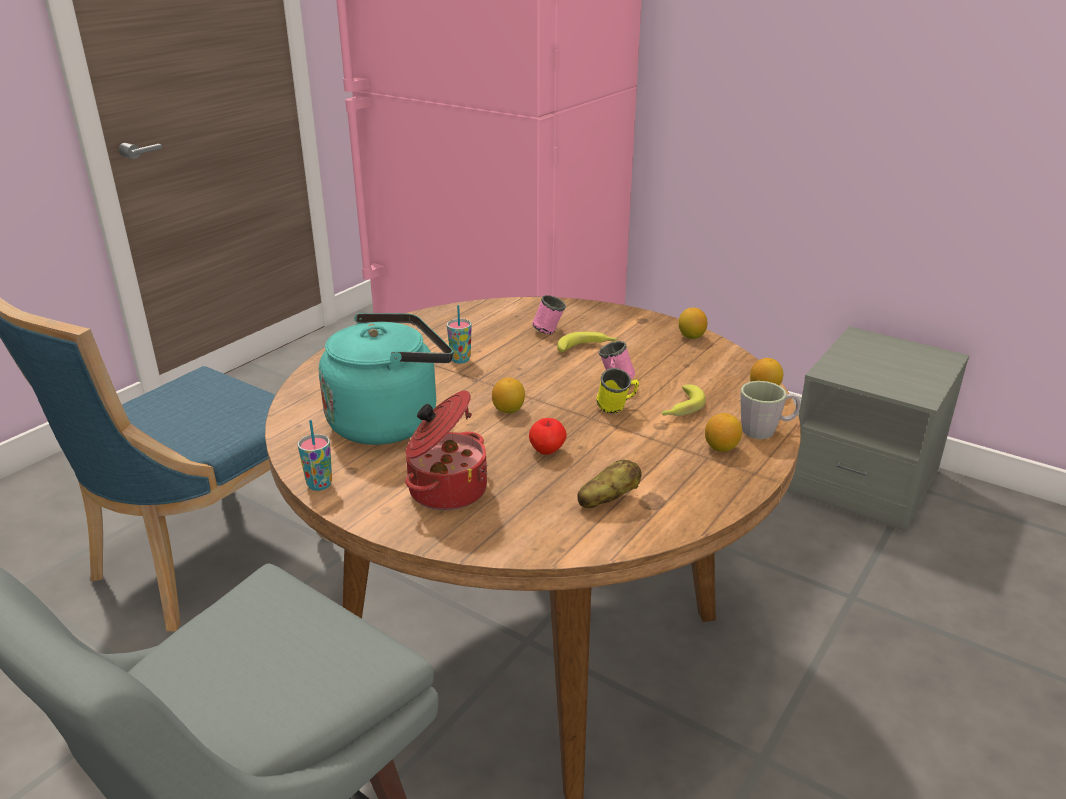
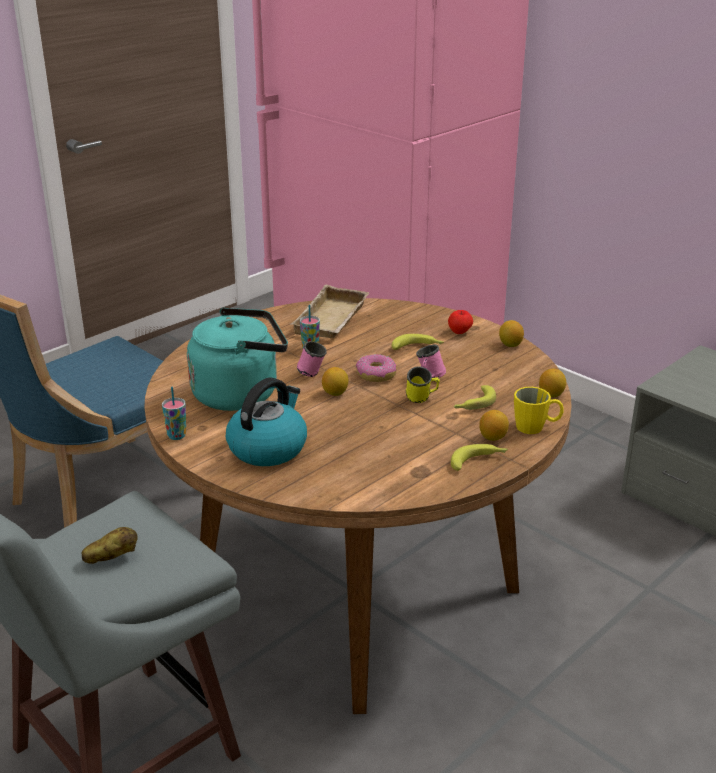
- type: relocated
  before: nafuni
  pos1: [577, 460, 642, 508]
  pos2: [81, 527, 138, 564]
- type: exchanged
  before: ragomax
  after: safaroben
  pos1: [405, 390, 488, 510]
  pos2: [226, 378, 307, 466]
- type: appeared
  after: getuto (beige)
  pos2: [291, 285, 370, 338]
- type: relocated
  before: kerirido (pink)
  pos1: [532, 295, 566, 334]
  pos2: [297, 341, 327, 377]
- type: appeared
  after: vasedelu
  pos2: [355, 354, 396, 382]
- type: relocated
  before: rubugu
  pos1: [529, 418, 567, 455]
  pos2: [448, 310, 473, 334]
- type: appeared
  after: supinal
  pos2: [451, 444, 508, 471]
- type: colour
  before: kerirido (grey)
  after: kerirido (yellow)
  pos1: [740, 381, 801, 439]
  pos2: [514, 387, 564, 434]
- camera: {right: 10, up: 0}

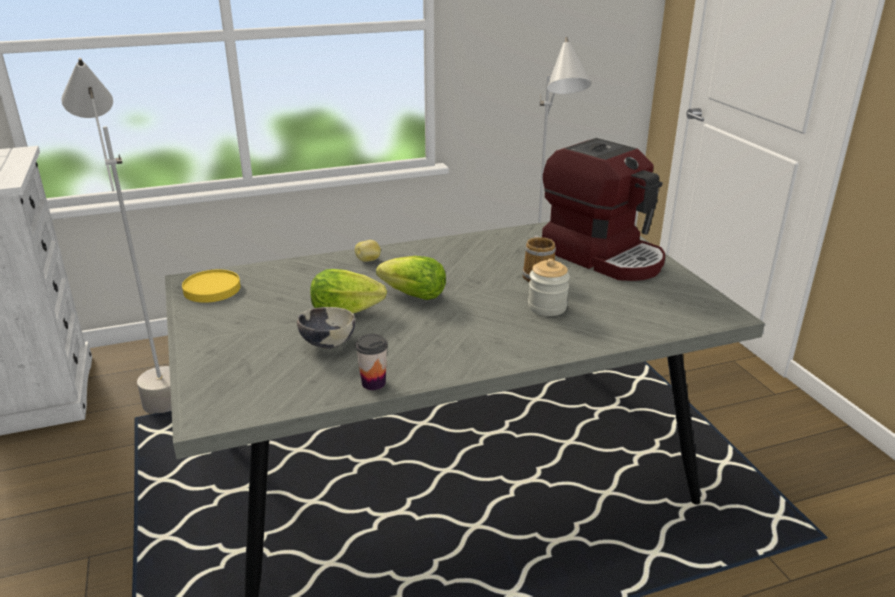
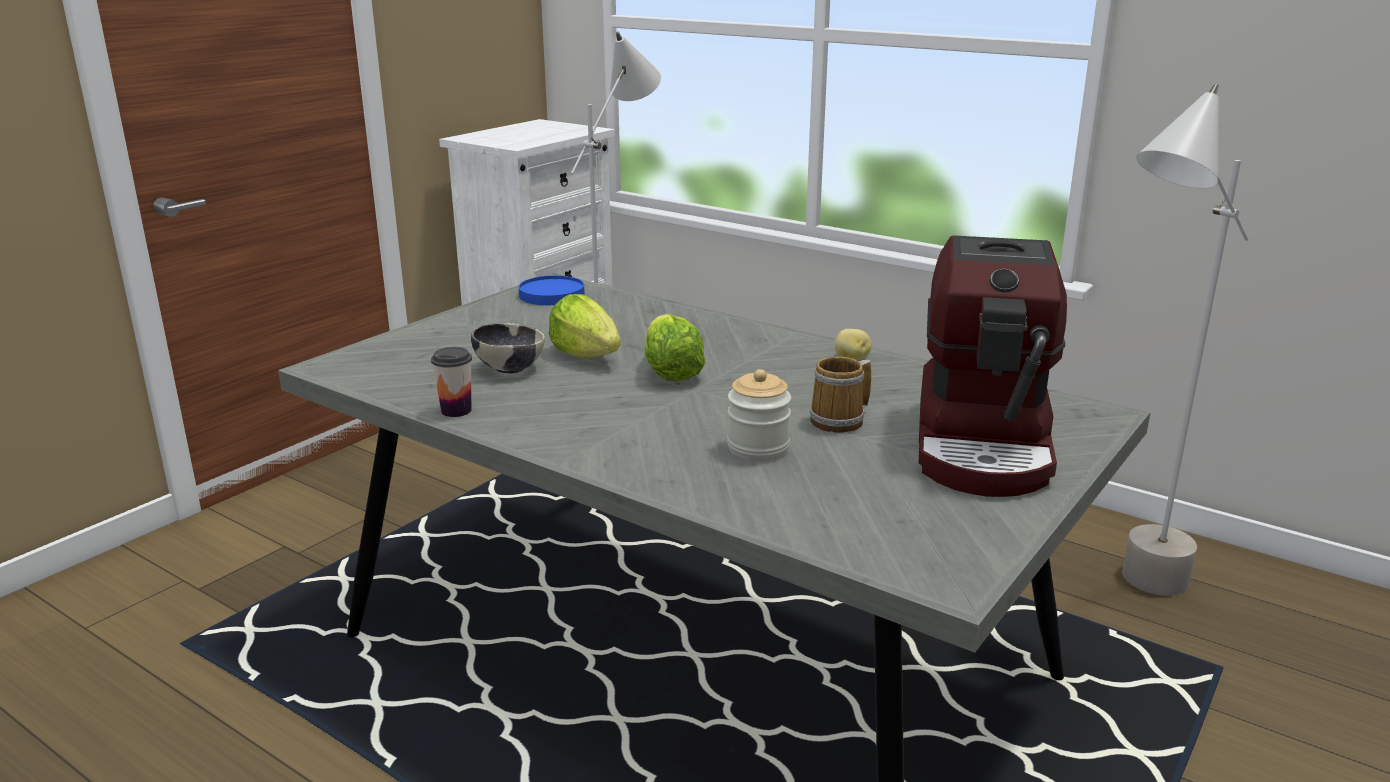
- type: colour
  before: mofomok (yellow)
  after: mofomok (blue)
  pos1: [182, 270, 241, 303]
  pos2: [518, 276, 585, 305]
- type: relocated
  before: nafuni
  pos1: [355, 240, 381, 262]
  pos2: [835, 329, 872, 361]
- camera: {right: 55, up: -5}

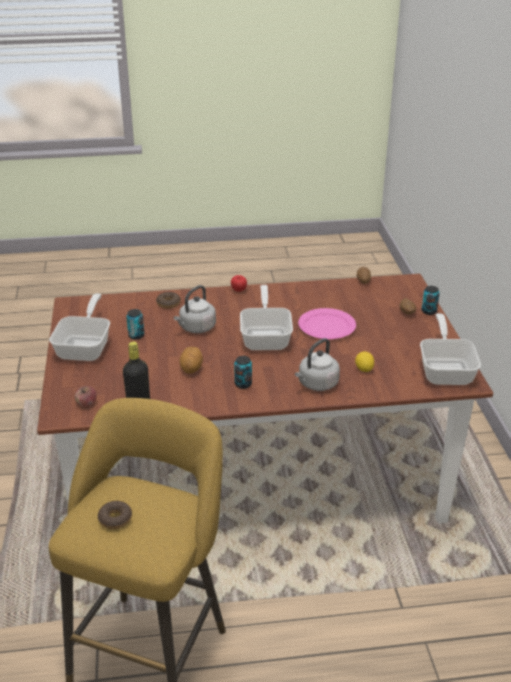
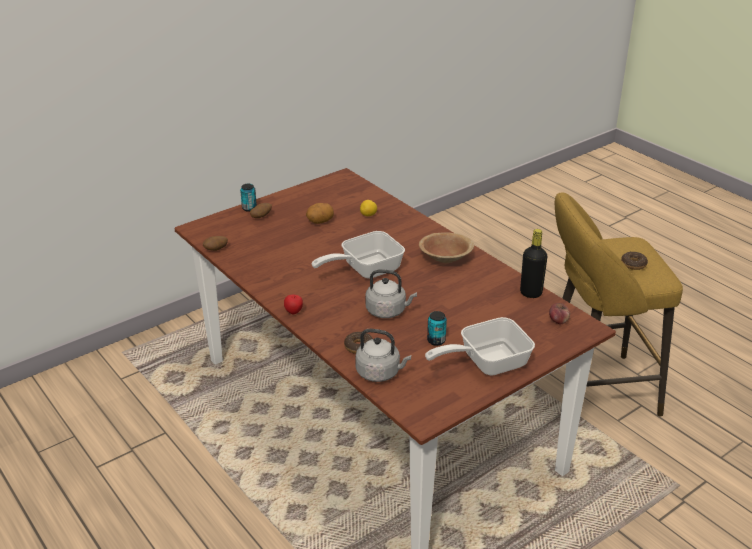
- type: relocated
  before: nafuni
  pos1: [179, 347, 203, 374]
  pos2: [306, 203, 334, 224]
- type: relocated
  before: safaroben (grey)
  pos1: [295, 338, 340, 391]
  pos2: [355, 329, 411, 382]
- type: exchanged
  before: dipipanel
  after: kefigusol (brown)
  pos1: [234, 356, 252, 389]
  pos2: [419, 232, 474, 263]
- type: missing
  before: mofomok (pink)
  pos1: [298, 308, 356, 339]
- type: missing
  before: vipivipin
  pos1: [420, 313, 481, 385]
- camera: {right: -120, up: 0}

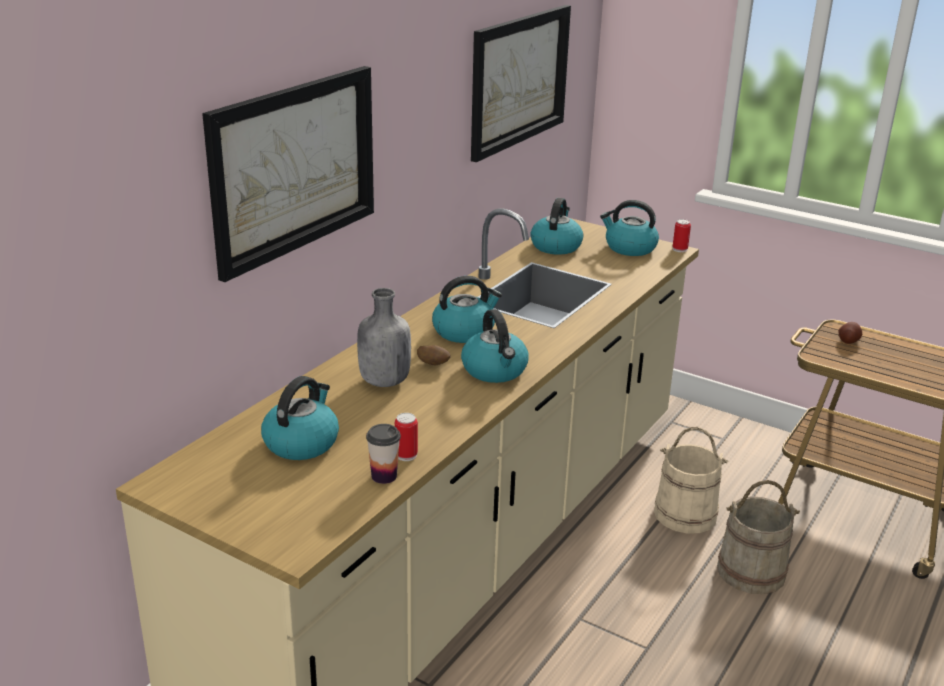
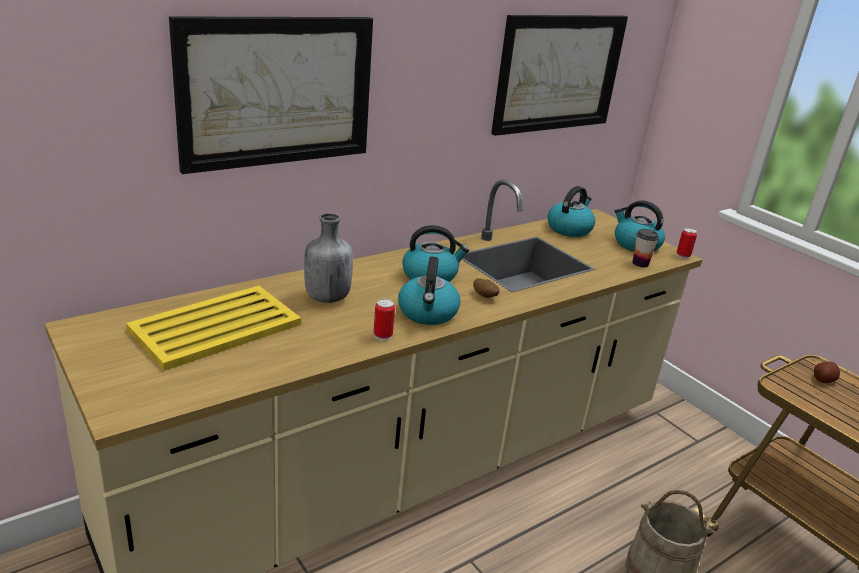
- type: exchanged
  before: safaroben
  after: getuto (yellow)
  pos1: [261, 376, 339, 460]
  pos2: [126, 286, 301, 371]
- type: relocated
  before: dipipanel
  pos1: [395, 413, 418, 461]
  pos2: [374, 299, 395, 341]
- type: relocated
  before: nafuni
  pos1: [417, 345, 451, 365]
  pos2: [473, 278, 500, 298]
- type: relocated
  before: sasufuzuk
  pos1: [366, 424, 401, 484]
  pos2: [632, 229, 659, 267]
- type: missing
  before: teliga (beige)
  pos1: [654, 427, 728, 534]
- camera: {right: 20, up: 0}

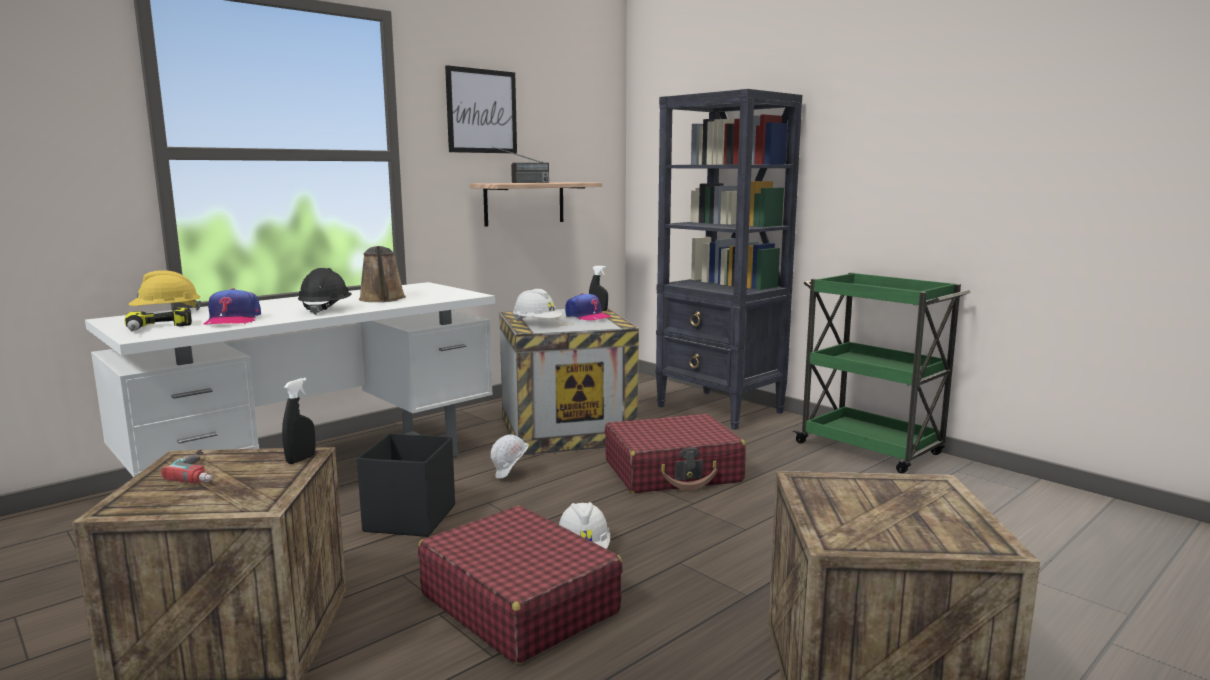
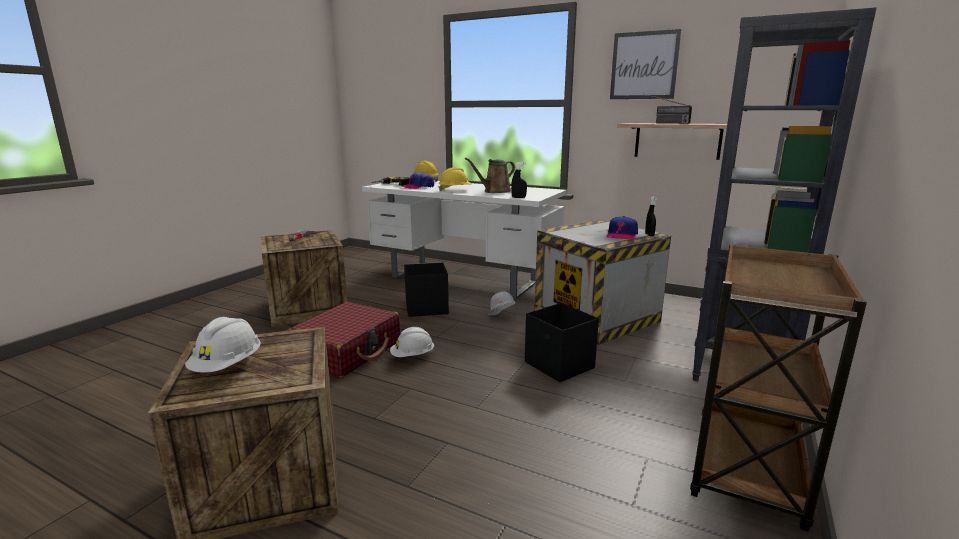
- type: relocated
  before: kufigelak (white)
  pos1: [513, 289, 562, 322]
  pos2: [185, 317, 261, 373]
- type: colour
  before: kufigelak (black)
  after: kufigelak (yellow)
  pos1: [298, 268, 352, 315]
  pos2: [438, 167, 471, 191]
- type: relocated
  before: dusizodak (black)
  pos1: [282, 378, 316, 464]
  pos2: [511, 162, 527, 198]
- type: exchanged
  before: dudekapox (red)
  after: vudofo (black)
  pos1: [605, 414, 746, 493]
  pos2: [525, 303, 599, 382]
- type: colour
  before: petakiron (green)
  after: petakiron (brown)
  pos1: [793, 273, 971, 474]
  pos2: [690, 243, 867, 532]
- camera: {right: 70, up: 5}

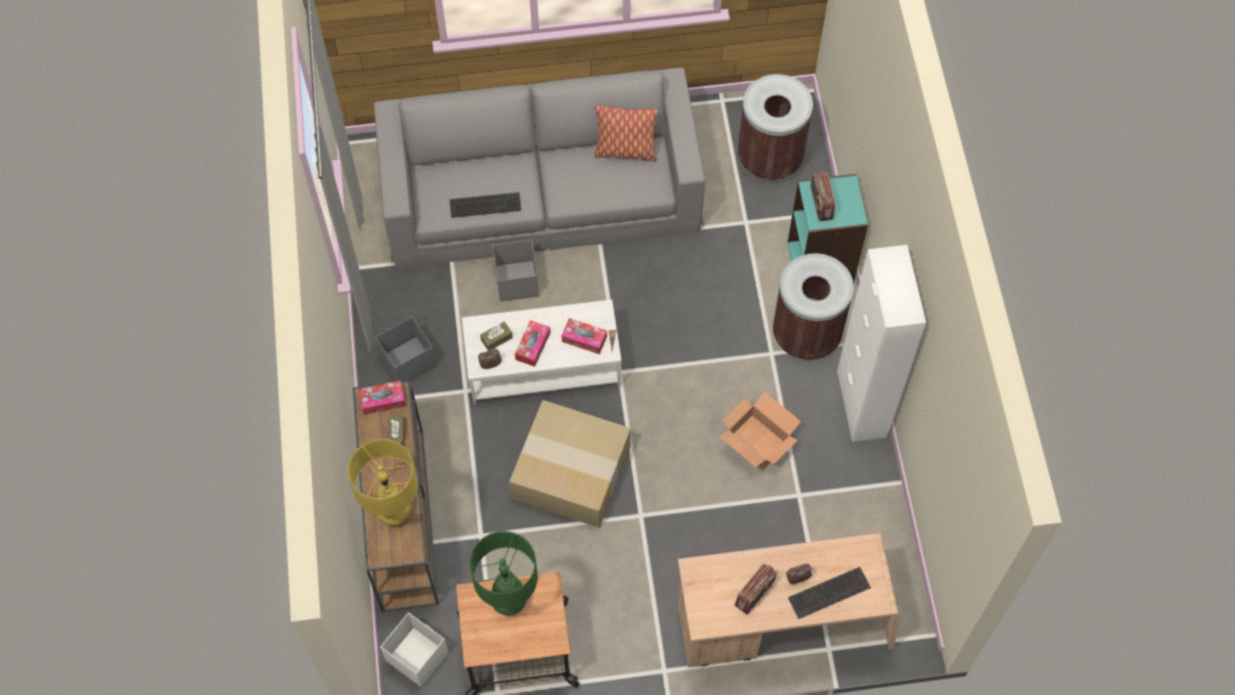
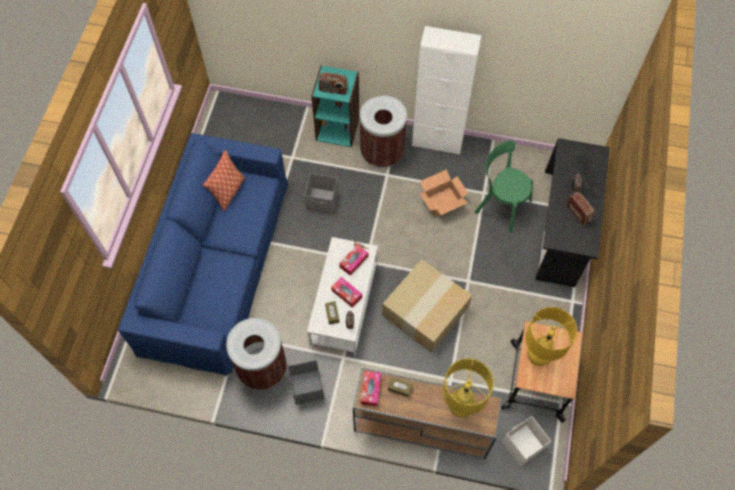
- type: colour
  before: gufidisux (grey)
  after: gufidisux (blue)
  pos1: [374, 68, 705, 268]
  pos2: [118, 133, 288, 376]
- type: relocated
  before: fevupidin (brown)
  pos1: [738, 74, 813, 181]
  pos2: [226, 318, 287, 390]
- type: relocated
  before: vudofo (grey)
  pos1: [492, 239, 539, 302]
  pos2: [304, 173, 338, 214]
- type: appeared
  after: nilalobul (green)
  pos2: [474, 140, 533, 233]
- type: colour
  before: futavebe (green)
  after: futavebe (yellow)
  pos1: [470, 531, 538, 615]
  pos2: [525, 307, 577, 366]
- type: colour
  before: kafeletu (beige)
  after: kafeletu (black)
  pos1: [678, 533, 899, 667]
  pos2: [535, 138, 610, 287]
- type: missing
  before: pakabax
  pos1: [450, 192, 521, 218]
- camera: {right: -70, up: 0}

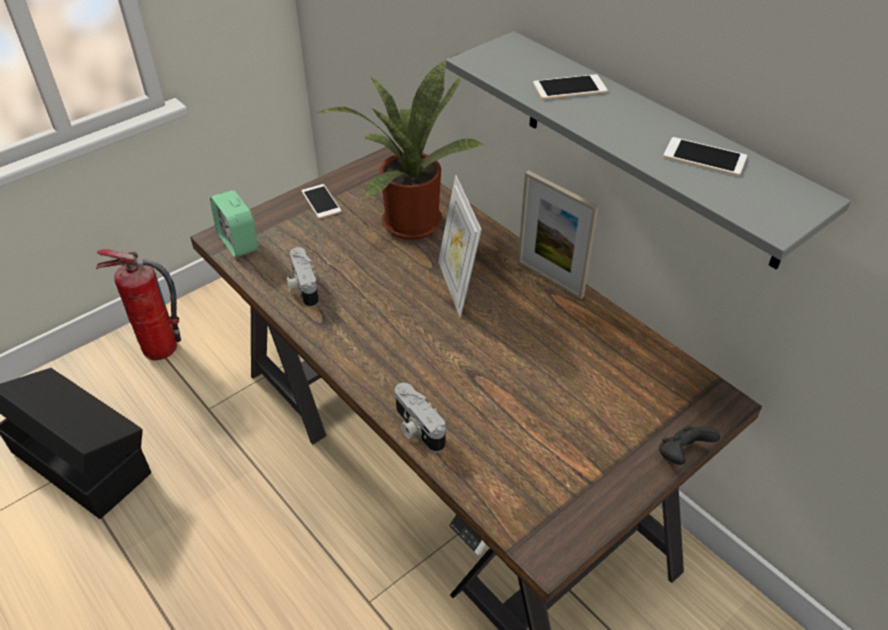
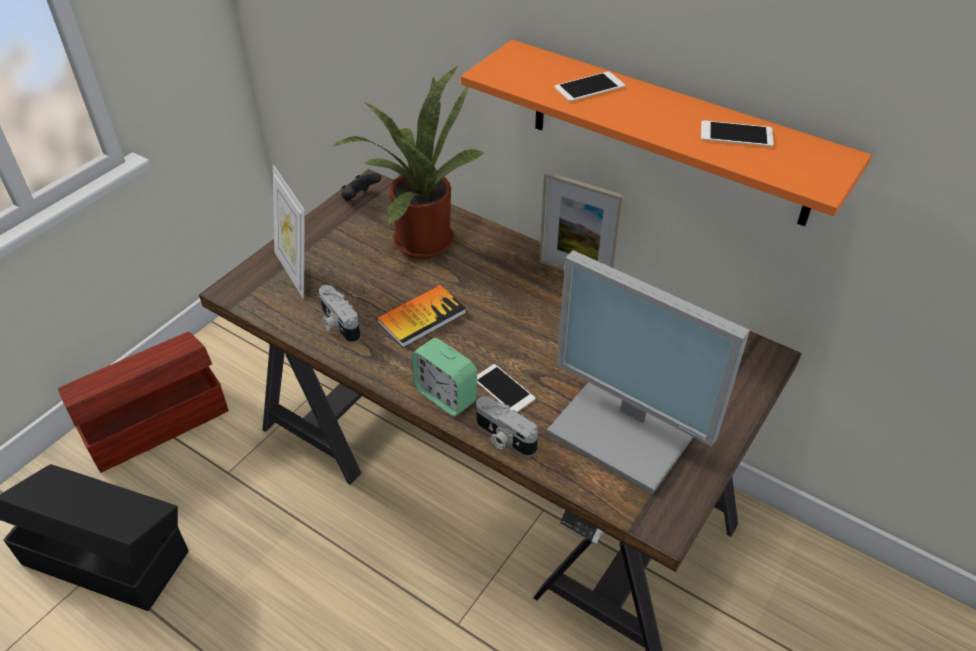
- type: exchanged
  before: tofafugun
  after: vudofo (brown)
  pos1: [96, 249, 181, 361]
  pos2: [58, 332, 229, 473]
- type: relocated
  before: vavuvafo
  pos1: [438, 175, 482, 318]
  pos2: [273, 165, 305, 299]
- type: relocated
  before: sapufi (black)
  pos1: [659, 426, 720, 465]
  pos2: [341, 173, 381, 201]
- type: appeared
  after: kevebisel
  pos2: [377, 285, 466, 348]
- type: relocated
  before: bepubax
  pos1: [210, 190, 258, 258]
  pos2: [412, 338, 477, 416]
- type: colour
  before: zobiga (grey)
  after: zobiga (orange)
  pos1: [446, 31, 851, 269]
  pos2: [461, 40, 872, 226]
- type: relocated
  before: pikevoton
  pos1: [302, 184, 341, 219]
  pos2: [477, 364, 535, 412]
- type: appeared
  after: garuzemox
  pos2: [547, 250, 750, 494]
- camera: {right: -15, up: 0}

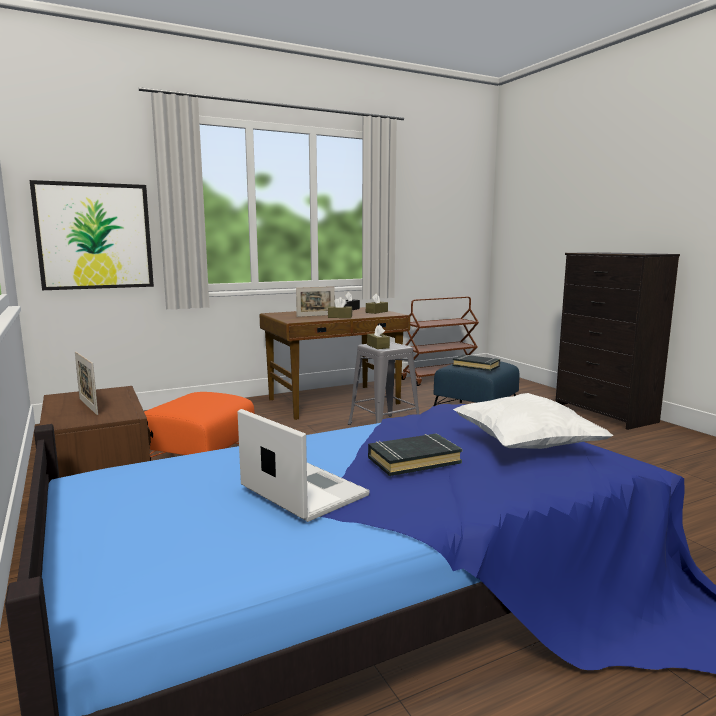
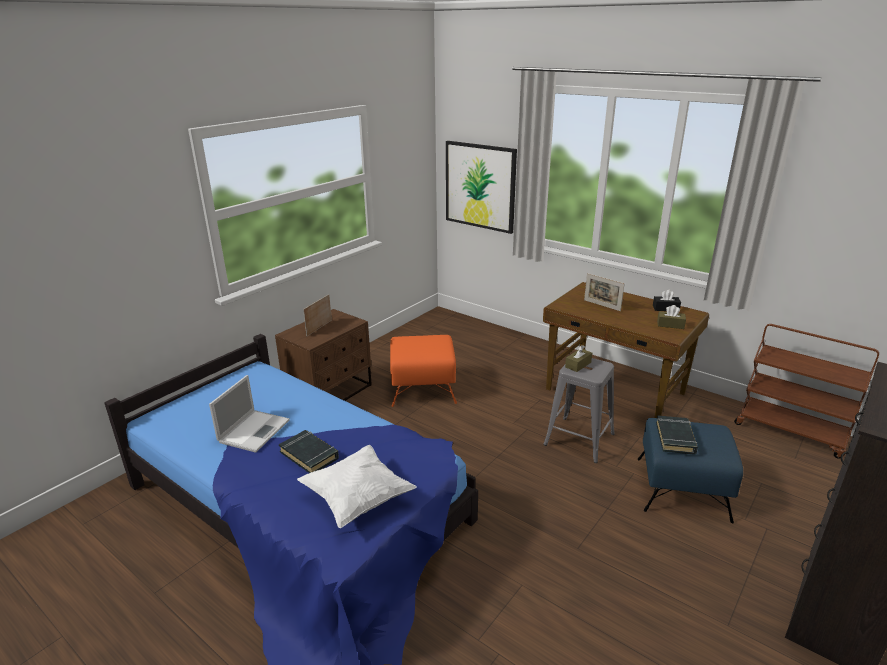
- type: missing
  before: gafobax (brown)
  pos1: [328, 297, 352, 318]
- camera: {right: 65, up: 15}

